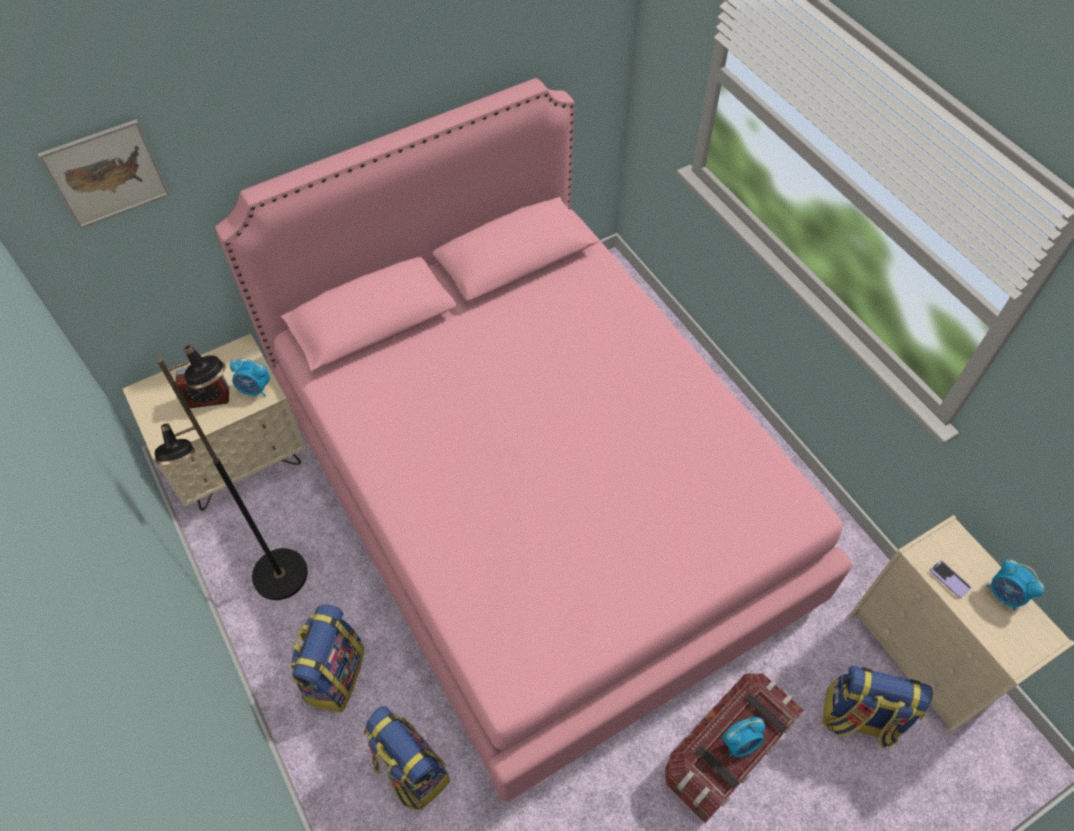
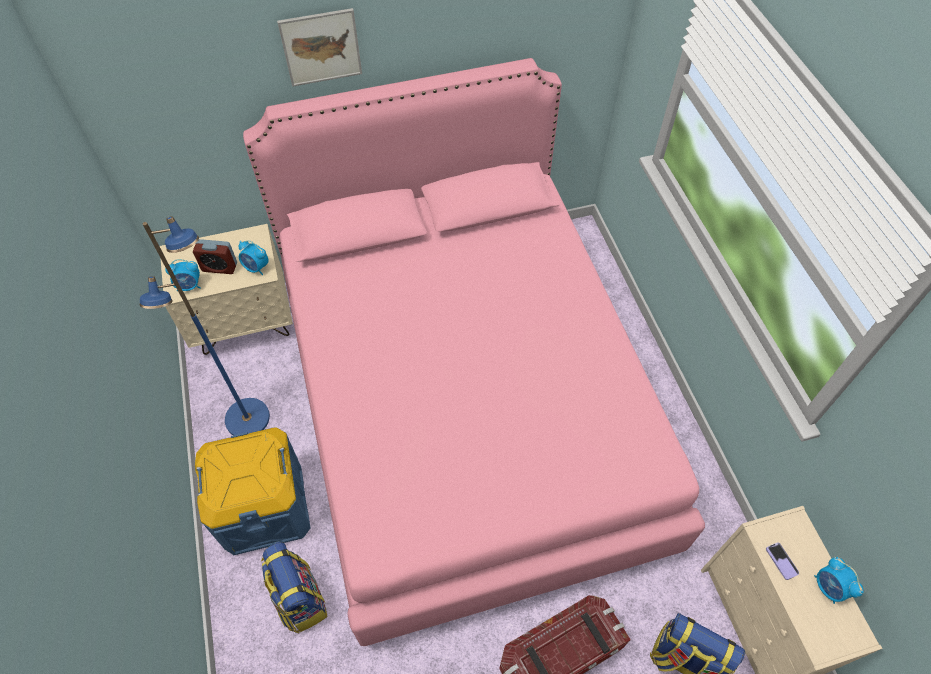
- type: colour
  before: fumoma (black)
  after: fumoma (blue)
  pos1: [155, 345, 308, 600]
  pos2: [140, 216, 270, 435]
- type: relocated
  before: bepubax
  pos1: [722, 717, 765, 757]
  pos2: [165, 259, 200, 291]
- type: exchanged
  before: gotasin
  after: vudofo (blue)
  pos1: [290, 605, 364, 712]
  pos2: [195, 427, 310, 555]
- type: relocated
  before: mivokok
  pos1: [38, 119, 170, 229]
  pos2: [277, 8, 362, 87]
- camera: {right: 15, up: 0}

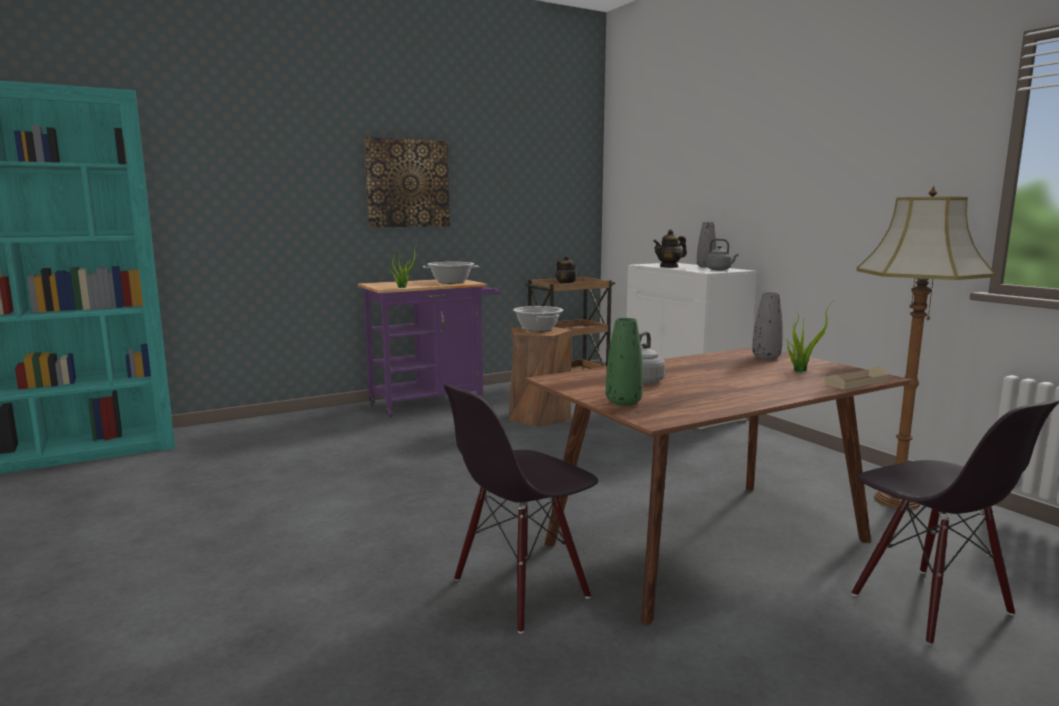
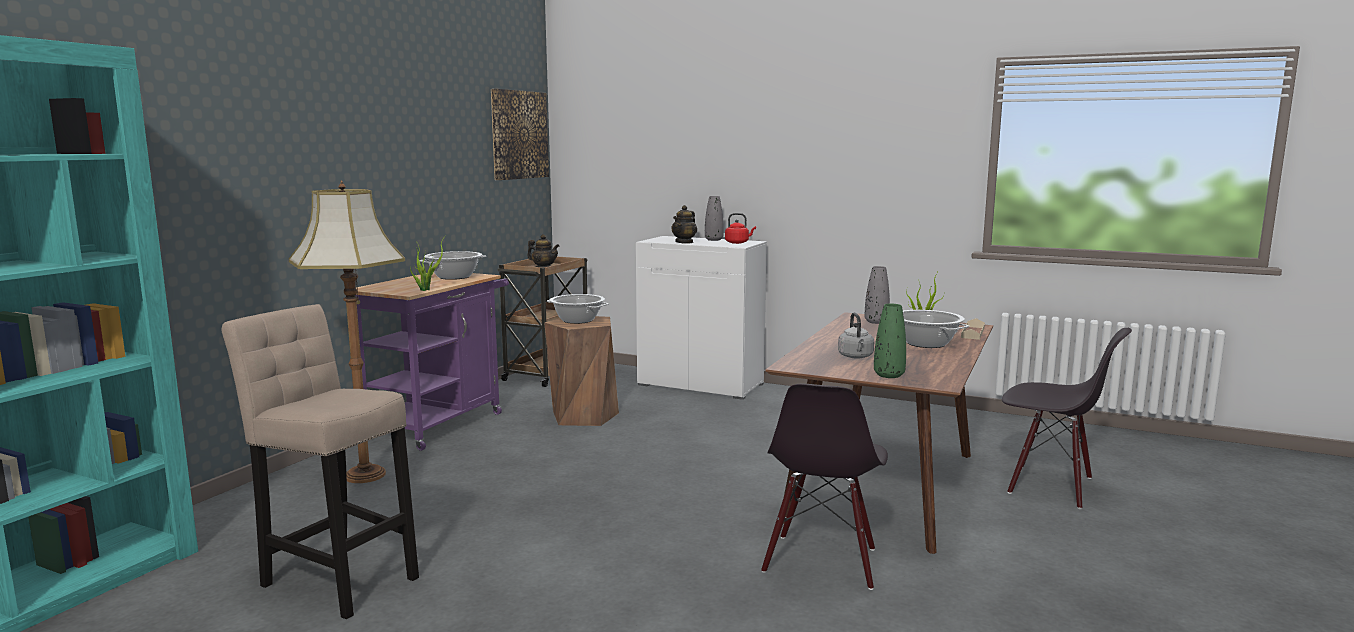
- type: appeared
  after: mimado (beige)
  pos2: [222, 304, 419, 619]
- type: relocated
  before: fumoma
  pos1: [856, 186, 995, 509]
  pos2: [289, 180, 405, 483]
- type: relocated
  before: mivokok
  pos1: [364, 137, 450, 227]
  pos2: [491, 88, 549, 180]
- type: colour
  before: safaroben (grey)
  after: safaroben (red)
  pos1: [706, 239, 739, 270]
  pos2: [725, 213, 756, 244]
- type: appeared
  after: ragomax
  pos2: [903, 310, 969, 348]
- camera: {right: -35, up: 0}

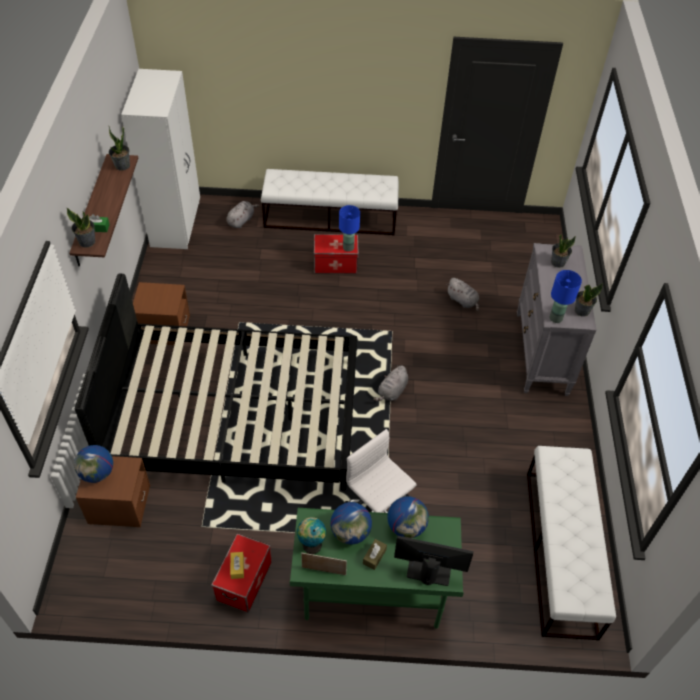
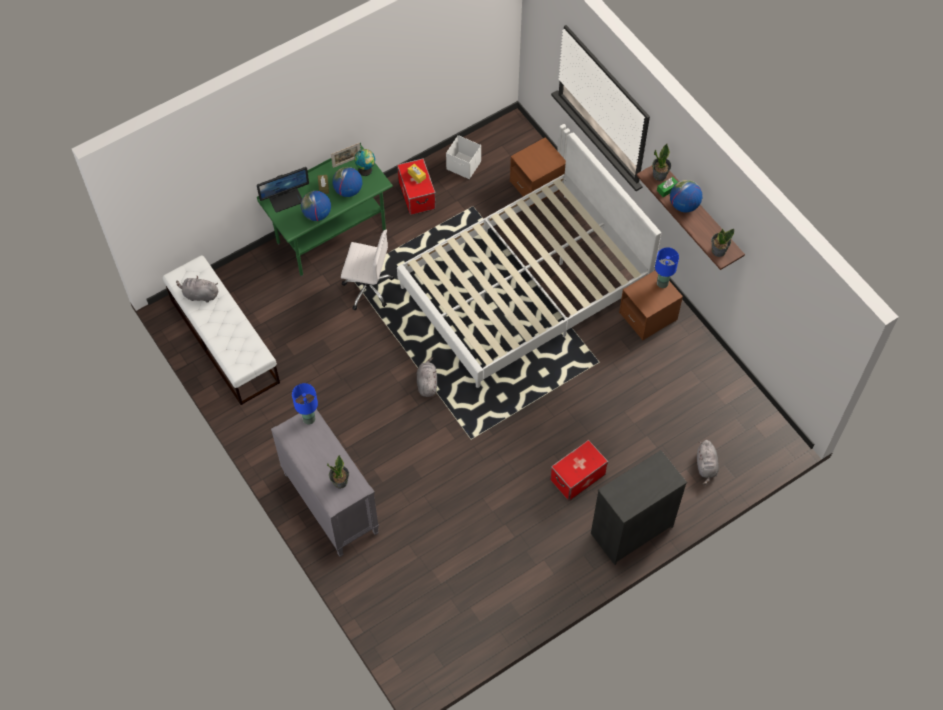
- type: relocated
  before: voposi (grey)
  pos1: [446, 278, 479, 311]
  pos2: [176, 275, 218, 303]
- type: colour
  before: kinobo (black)
  after: kinobo (white)
  pos1: [75, 274, 357, 490]
  pos2: [397, 132, 661, 388]
- type: appeared
  after: vudofo (white)
  pos2: [446, 135, 481, 179]
- type: exchanged
  before: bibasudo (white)
  after: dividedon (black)
  pos1: [261, 169, 399, 235]
  pos2: [591, 450, 687, 565]
- type: relocated
  before: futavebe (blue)
  pos1: [339, 205, 360, 252]
  pos2: [655, 247, 679, 288]
- type: relocated
  before: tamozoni
  pos1: [74, 445, 113, 483]
  pos2: [670, 180, 702, 212]
- type: missing
  before: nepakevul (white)
  pos1: [121, 69, 200, 249]
- type: missing
  before: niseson
  pos1: [575, 283, 603, 317]
- camera: {right: 145, up: 10}

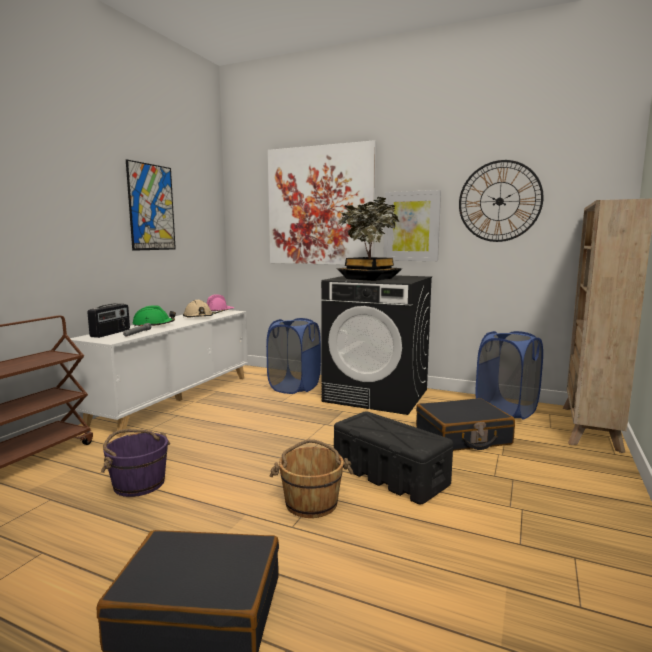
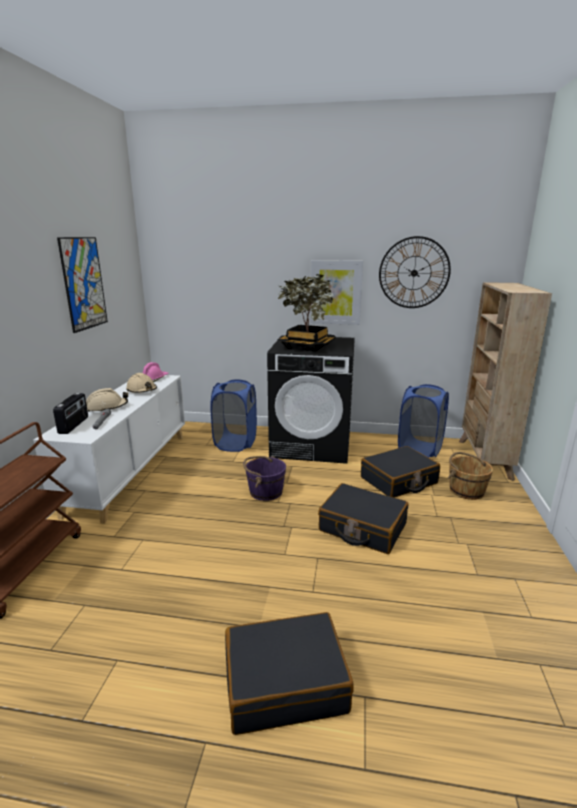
- type: colour
  before: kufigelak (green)
  after: kufigelak (beige)
  pos1: [132, 306, 176, 327]
  pos2: [86, 388, 128, 411]
- type: relocated
  before: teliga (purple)
  pos1: [101, 429, 170, 497]
  pos2: [243, 456, 286, 501]
- type: exchanged
  before: vudofo (black)
  after: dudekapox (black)
  pos1: [334, 412, 453, 504]
  pos2: [318, 483, 408, 554]
- type: relocated
  before: teliga (brown)
  pos1: [270, 439, 354, 518]
  pos2: [448, 452, 493, 500]
- type: missing
  before: mivokok
  pos1: [268, 140, 377, 265]
- camera: {right: -15, up: 10}

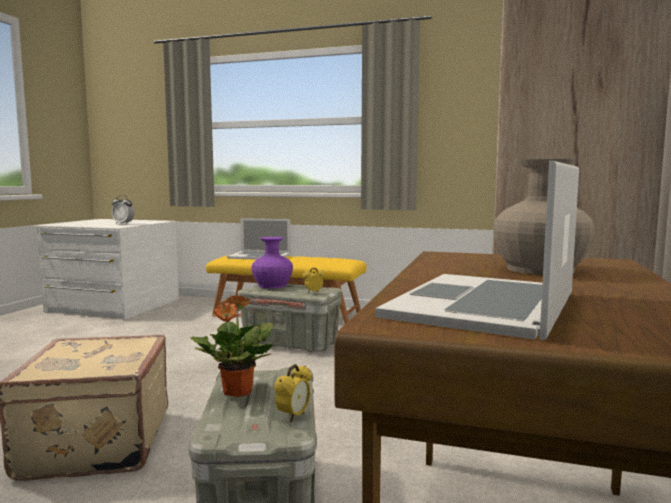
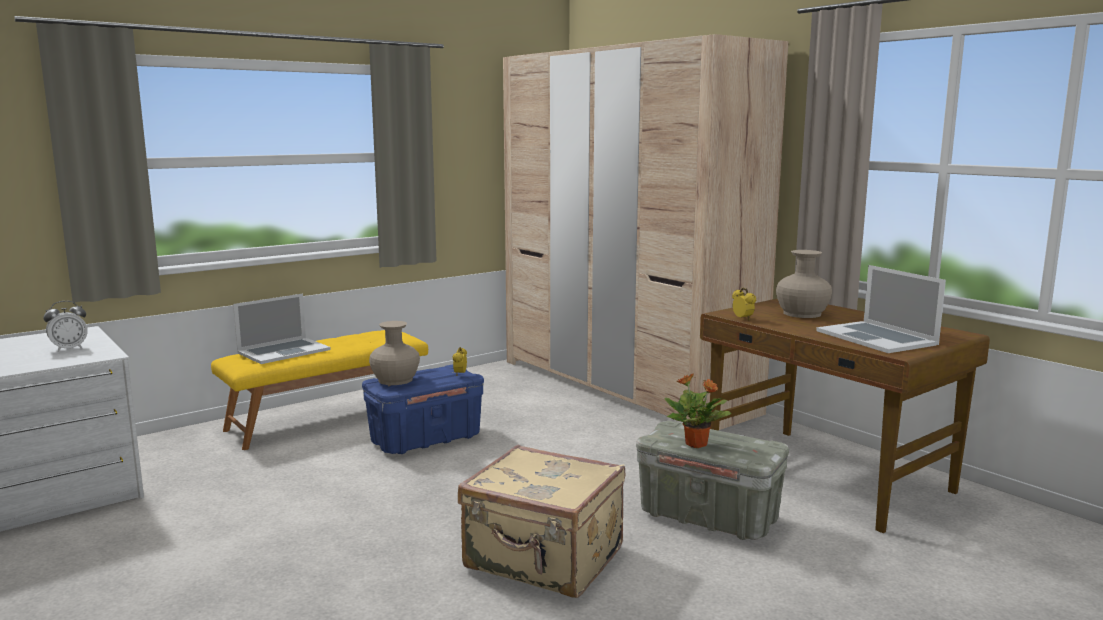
- type: colour
  before: vudofo (grey)
  after: vudofo (blue)
  pos1: [238, 284, 342, 353]
  pos2: [362, 365, 484, 454]
- type: colour
  before: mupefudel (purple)
  after: mupefudel (beige)
  pos1: [251, 237, 293, 289]
  pos2: [369, 321, 420, 385]
- type: relocated
  before: bepubax
  pos1: [274, 364, 312, 422]
  pos2: [732, 288, 756, 320]
- camera: {right: -55, up: 5}

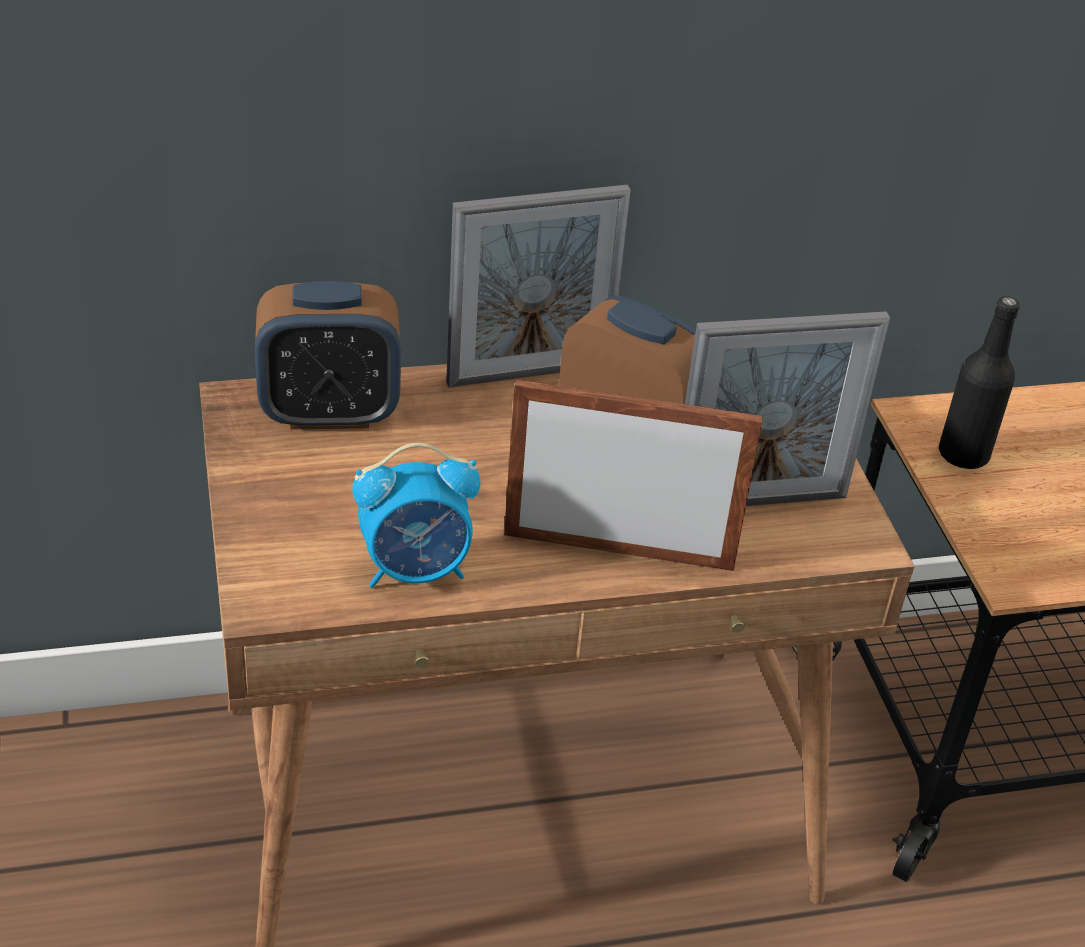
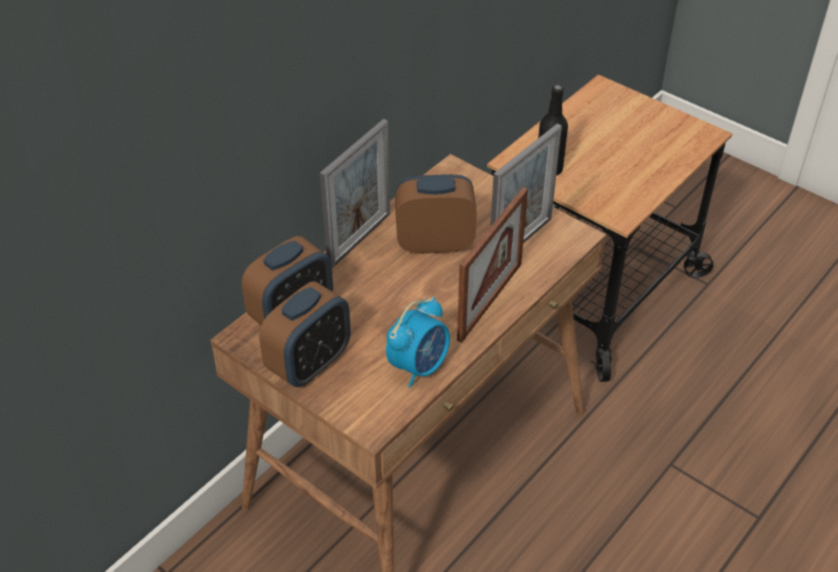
- type: appeared
  after: bepubax
  pos2: [259, 281, 351, 387]
- type: spun
  before: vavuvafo
  pos1: [504, 379, 763, 571]
  pos2: [457, 187, 528, 343]
  turn: 150
- camera: {right: -35, up: 5}

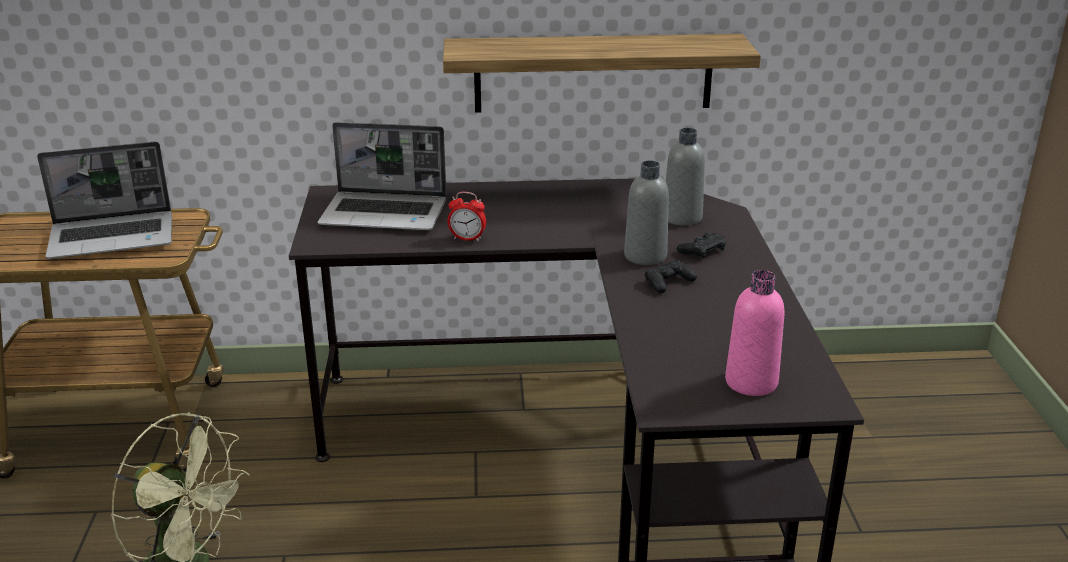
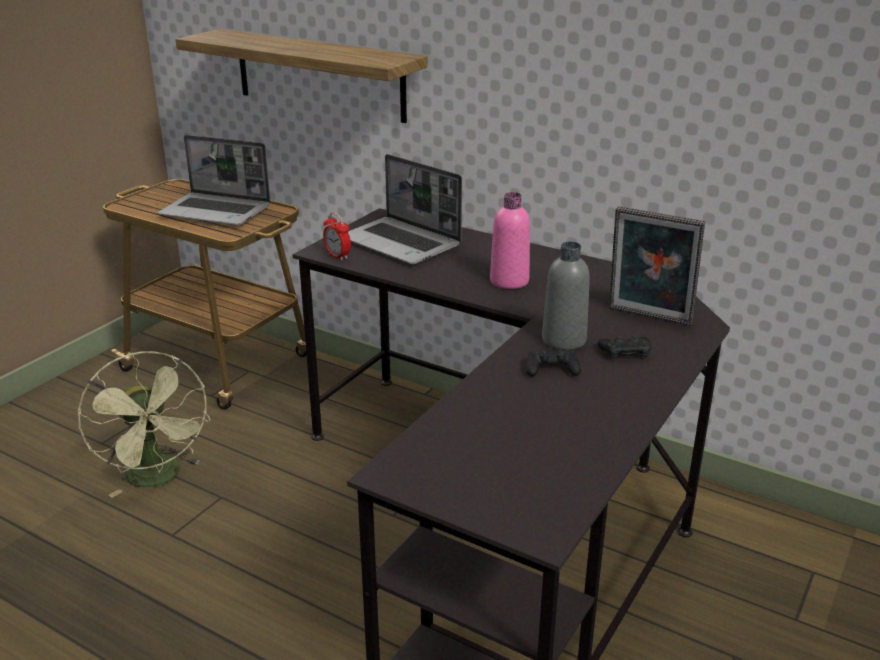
- type: relocated
  before: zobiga
  pos1: [443, 34, 761, 113]
  pos2: [175, 29, 428, 123]
- type: relocated
  before: bepubax
  pos1: [448, 192, 486, 242]
  pos2: [323, 213, 351, 260]
- type: relocated
  before: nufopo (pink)
  pos1: [725, 270, 784, 396]
  pos2: [490, 192, 530, 289]
- type: exchanged
  before: nufopo (grey)
  after: vavuvafo
  pos1: [665, 128, 705, 226]
  pos2: [609, 206, 705, 326]
- camera: {right: 35, up: 0}

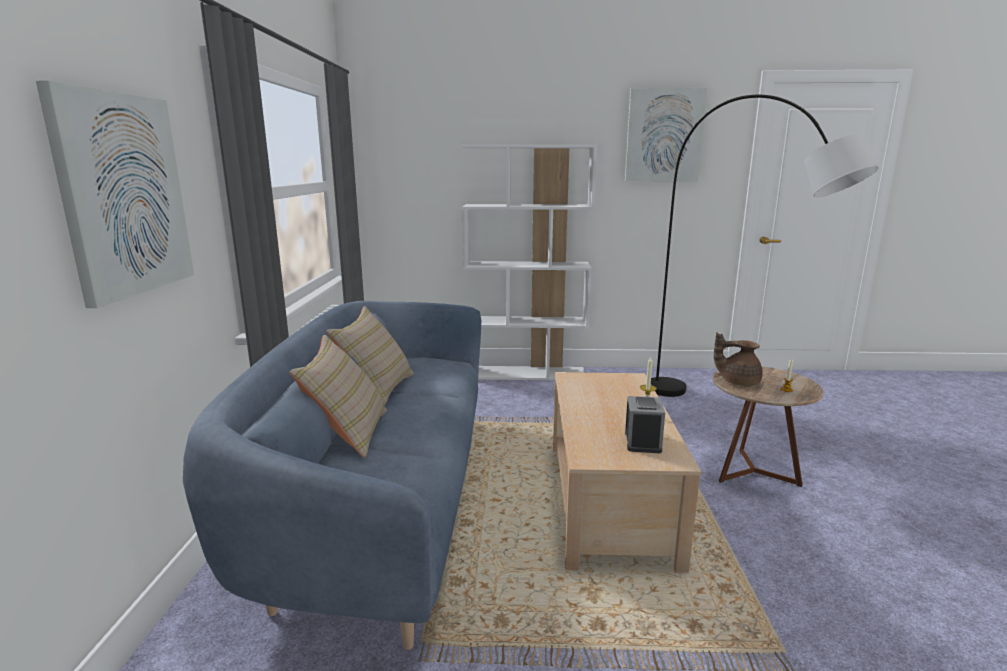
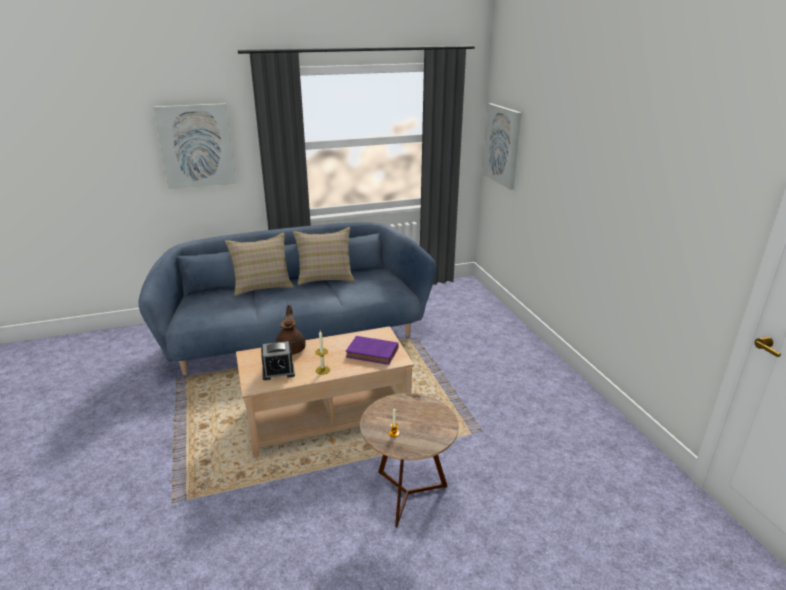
- type: relocated
  before: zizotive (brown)
  pos1: [714, 332, 763, 386]
  pos2: [276, 305, 306, 355]
- type: appeared
  after: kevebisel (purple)
  pos2: [346, 336, 398, 365]
- type: relocated
  before: mivokok
  pos1: [625, 88, 707, 181]
  pos2: [483, 103, 521, 190]
- type: missing
  before: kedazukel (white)
  pos1: [461, 144, 597, 380]
- type: missing
  before: fumoma (grey)
  pos1: [651, 95, 878, 397]
- camera: {right: 70, up: 10}

